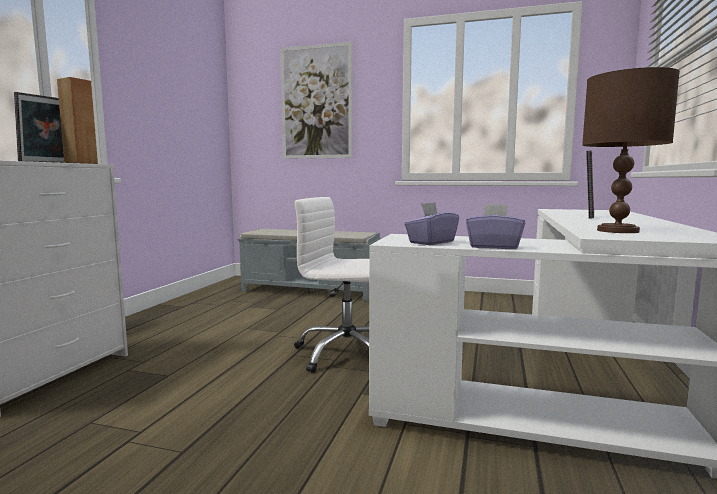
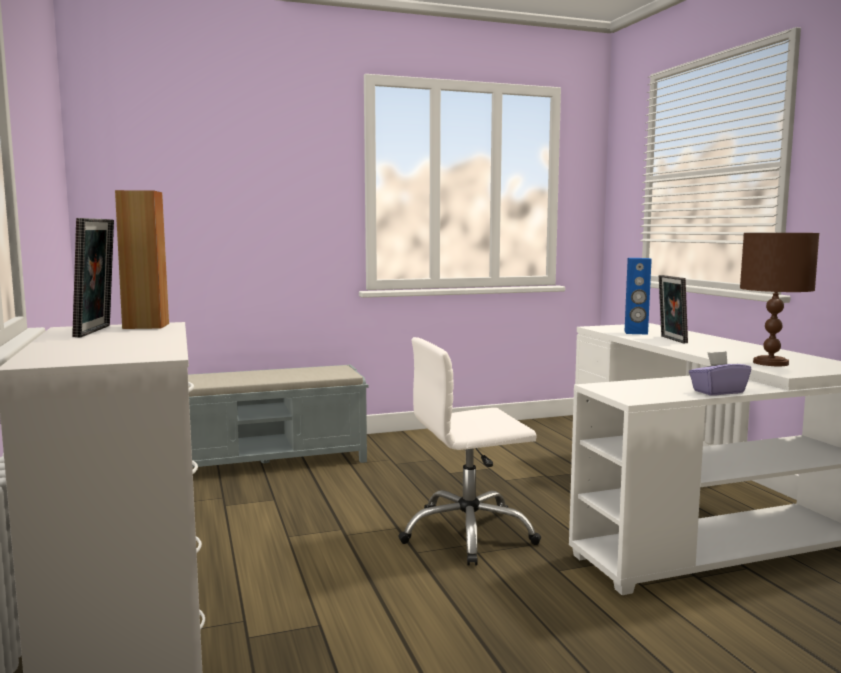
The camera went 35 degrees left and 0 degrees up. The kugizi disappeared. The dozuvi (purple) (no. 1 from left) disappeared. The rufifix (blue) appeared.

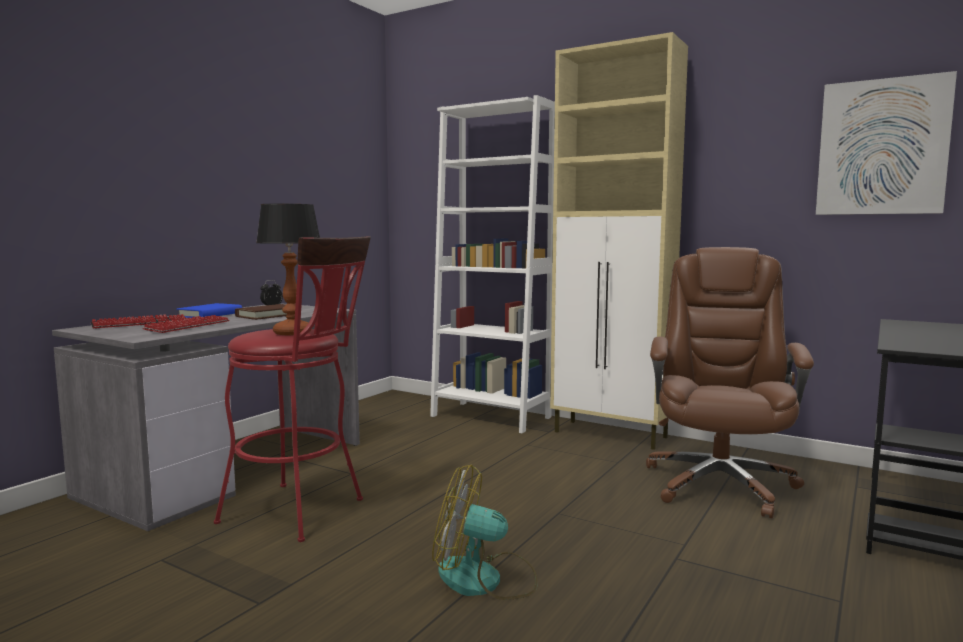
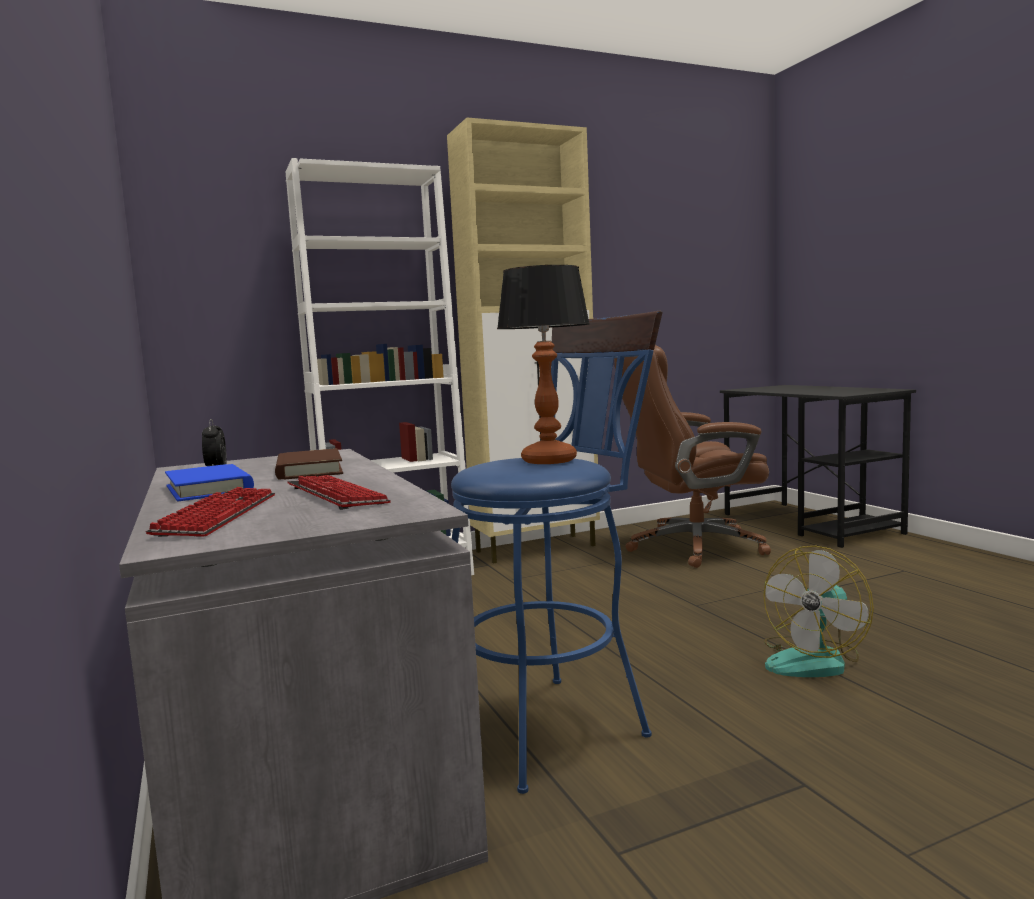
The camera went 55 degrees left and 0 degrees up. The kugizi disappeared. The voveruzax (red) became the voveruzax (blue). The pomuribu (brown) turned 60 degrees counterclockwise.

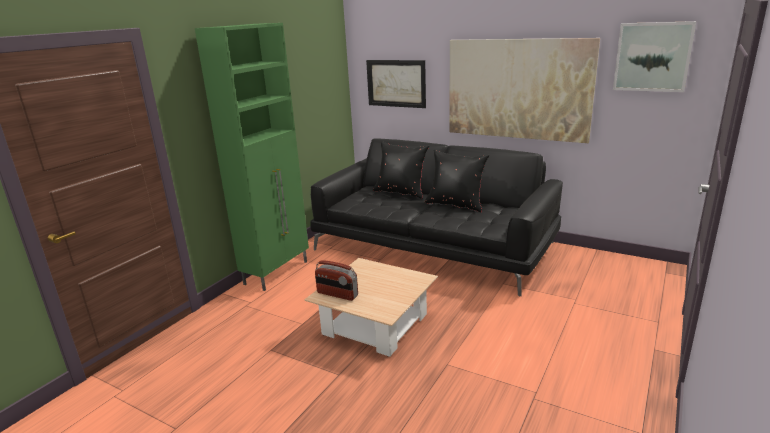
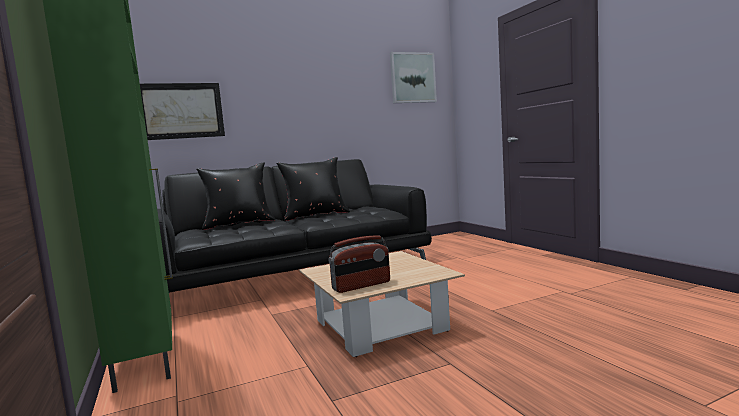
The camera went 55 degrees left and 15 degrees down. The kugizi (no. 2 from left) disappeared.

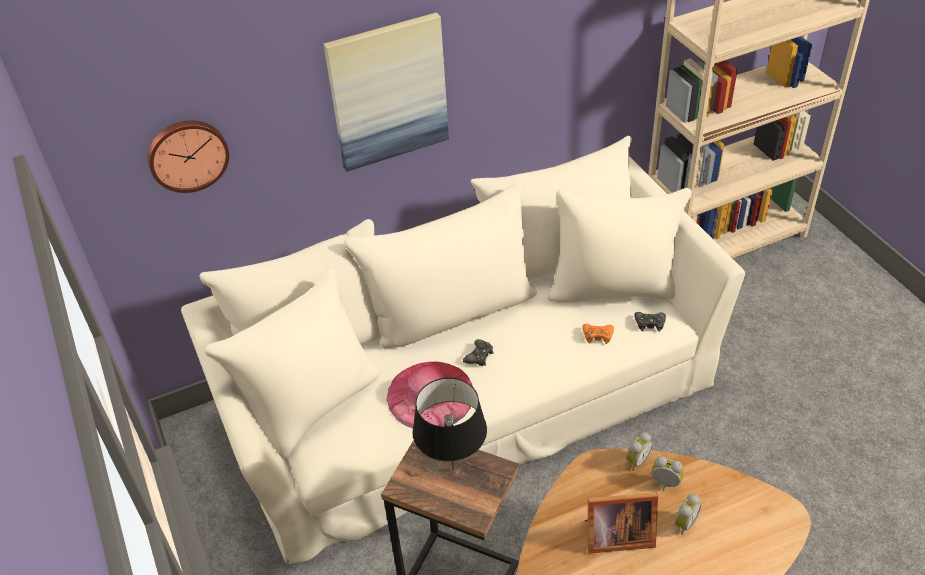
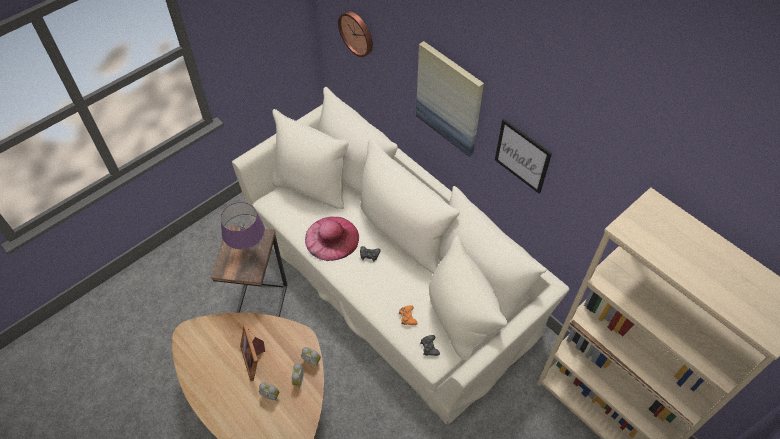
The camera went 70 degrees right and 10 degrees up. The kugizi (no. 2 from left) appeared. The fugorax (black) became the fugorax (purple).

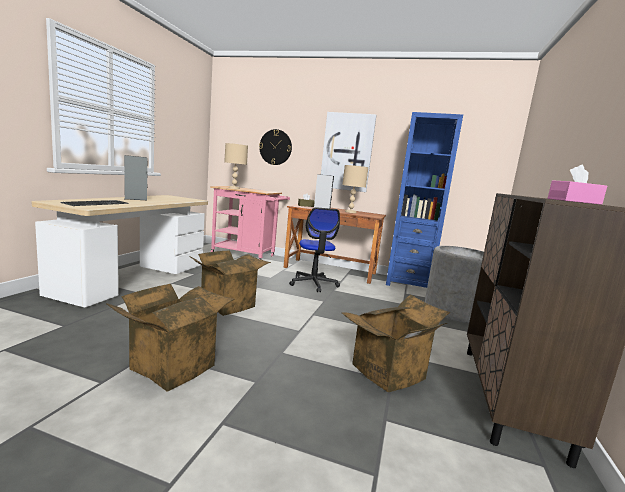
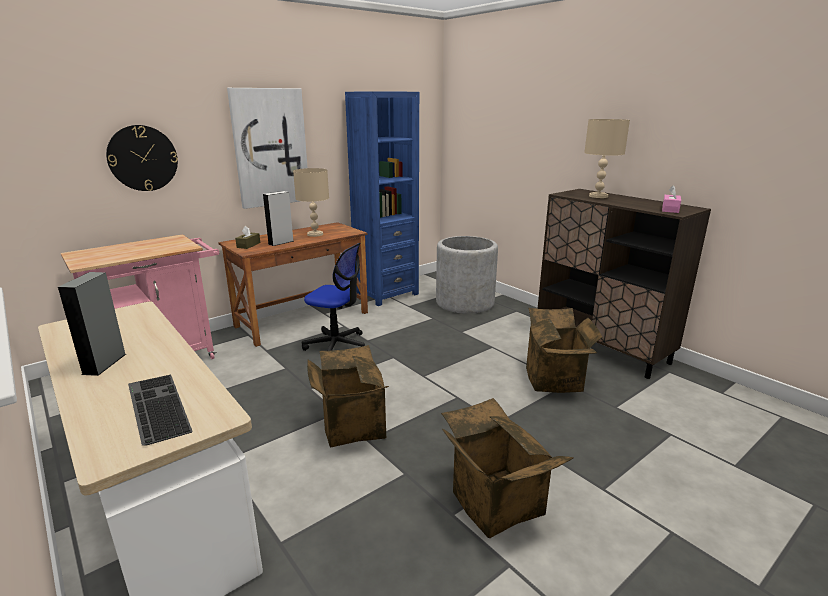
The camera went 55 degrees left and 10 degrees up. The fugorax (beige) (no. 1 from left in the first image) moved.

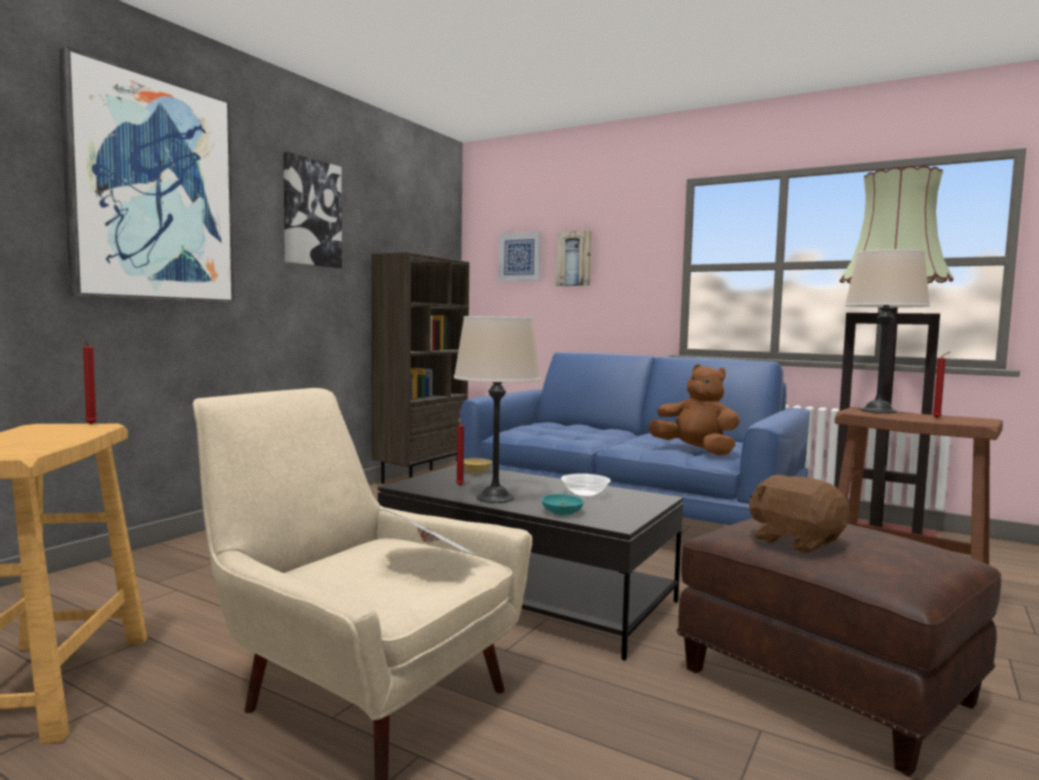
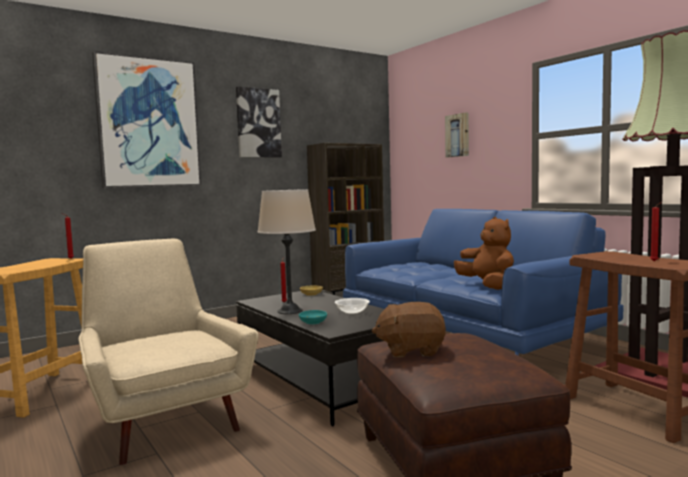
The camera went 25 degrees right and 0 degrees up. The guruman disappeared. The kugizi (no. 3 from left) disappeared. The fugorax (beige) (no. 2 from left) disappeared. The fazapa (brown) (no. 2 from left in the first image) turned 75 degrees counterclockwise.

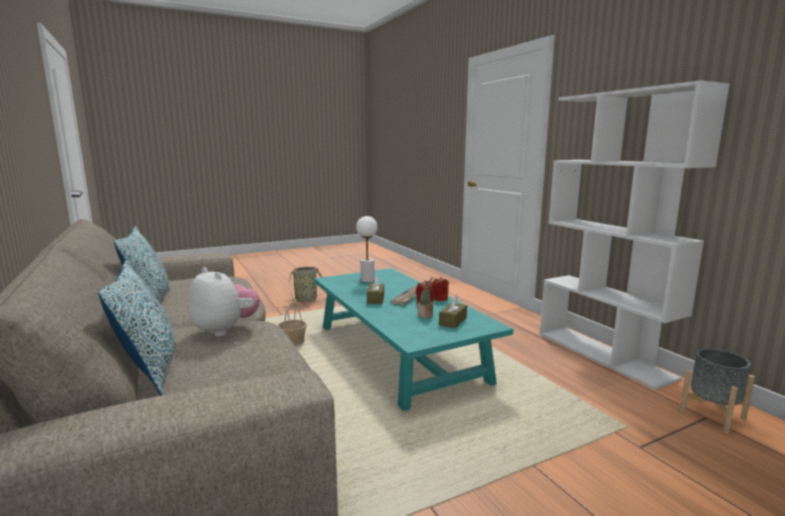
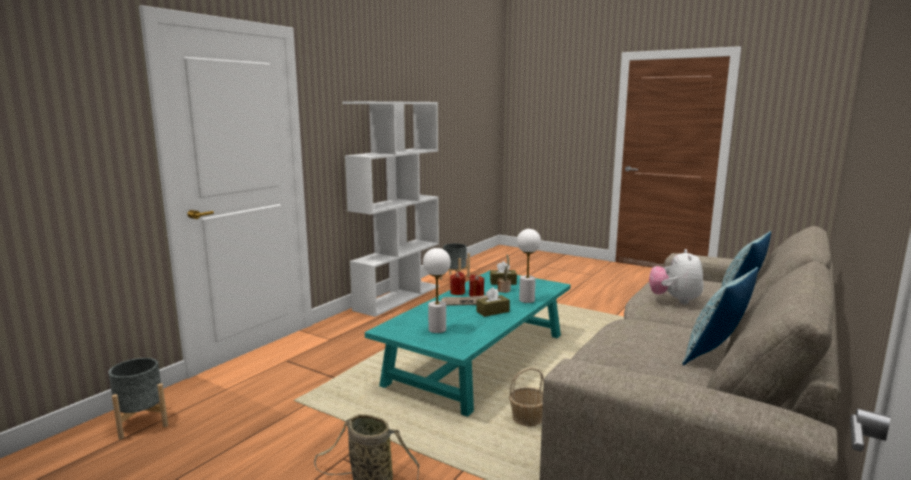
The camera went 120 degrees left and 0 degrees up. The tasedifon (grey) (no. 1 from left) appeared. The fugorax (white) (no. 2 from left) appeared.

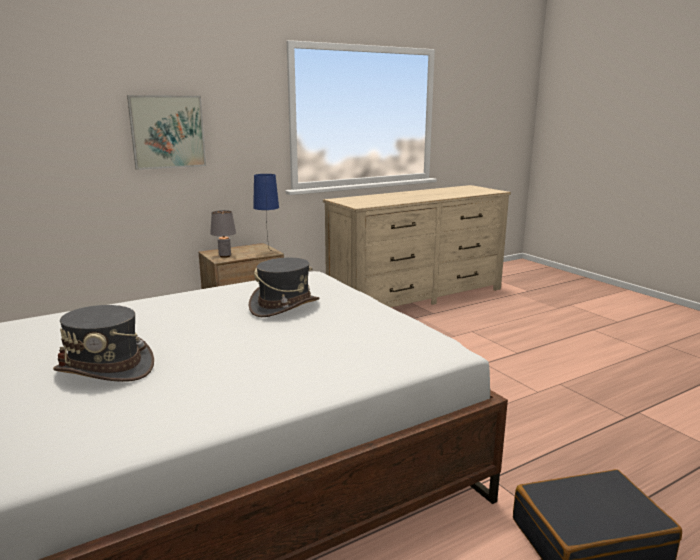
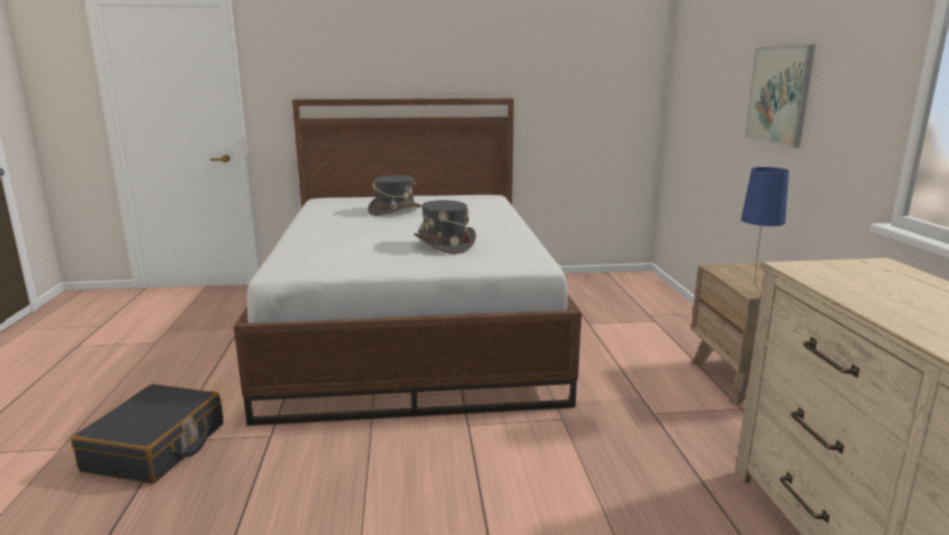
The camera went 115 degrees right and 0 degrees up. The fugorax (grey) disappeared.

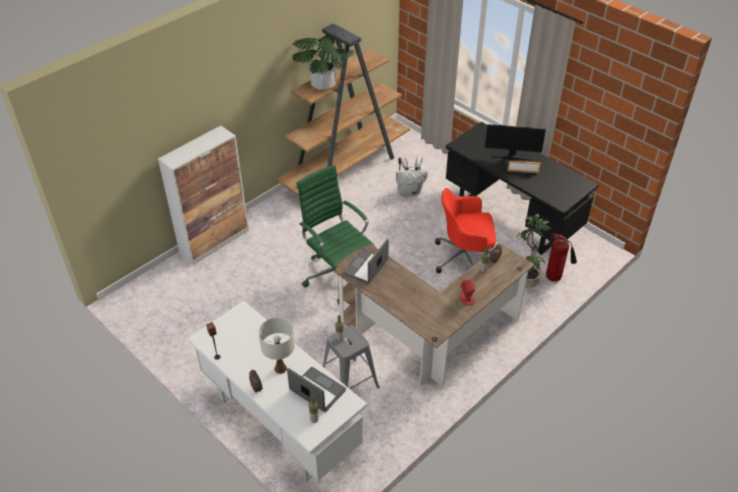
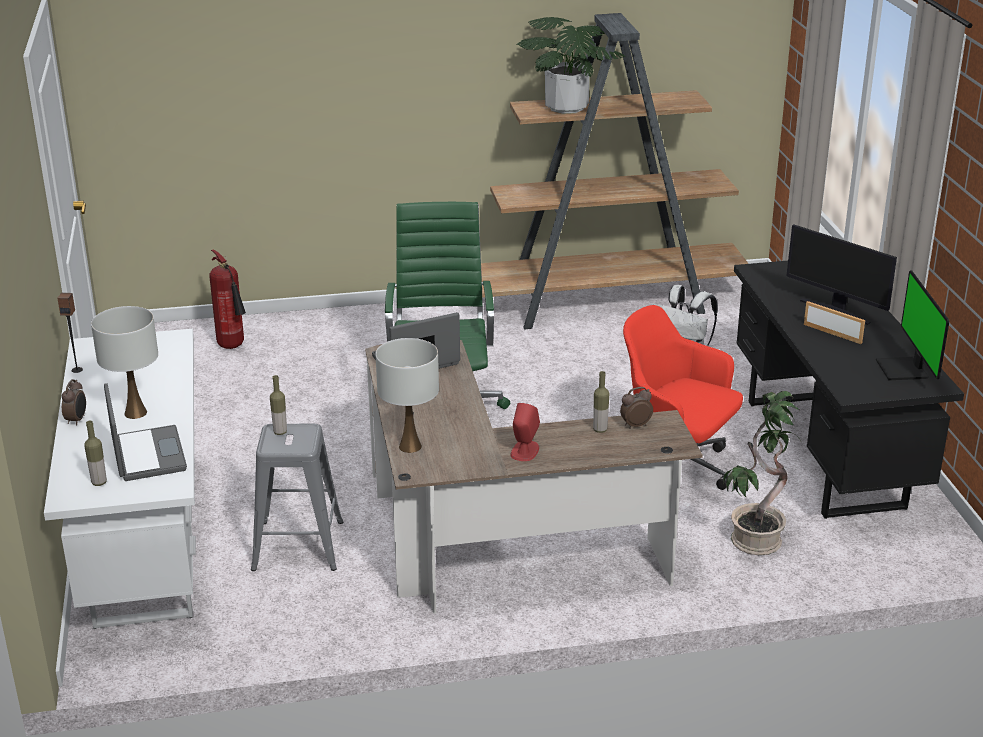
The camera went 35 degrees right and 15 degrees down. The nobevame disappeared. The fugorax (white) (no. 2 from left) appeared. The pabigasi (no. 2 from left) appeared. The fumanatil moved.

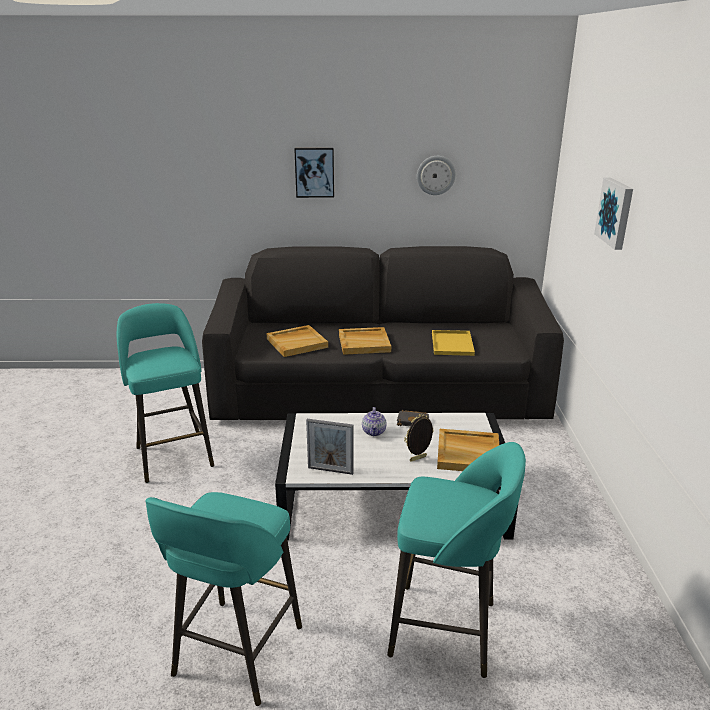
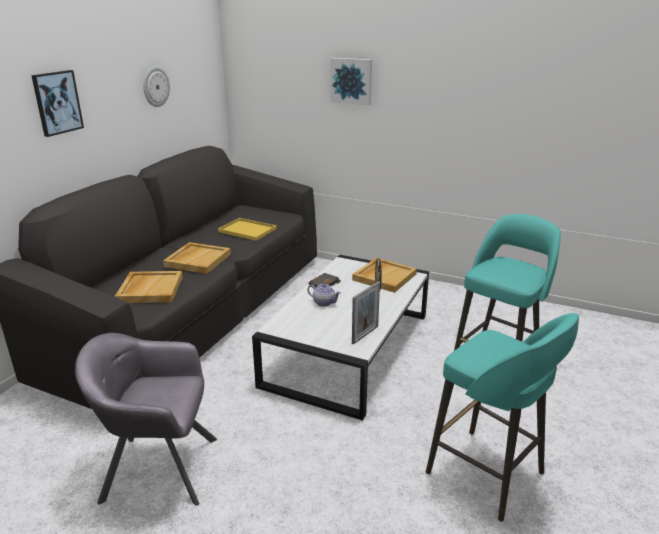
The camera went 65 degrees left and 0 degrees up. The voveruzax (turquoise) (no. 1 from left) was replaced by the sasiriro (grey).

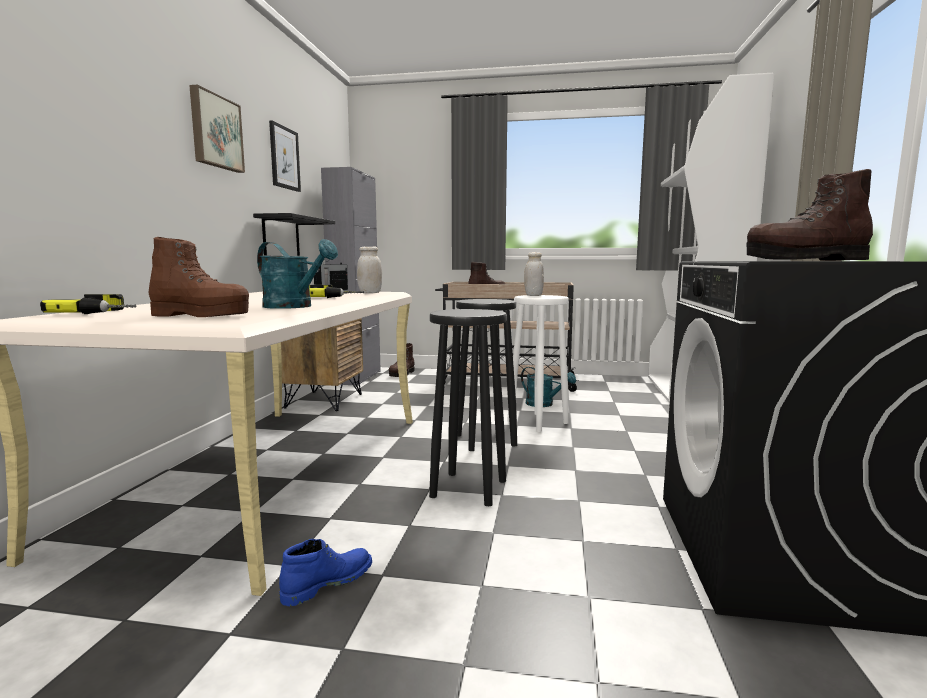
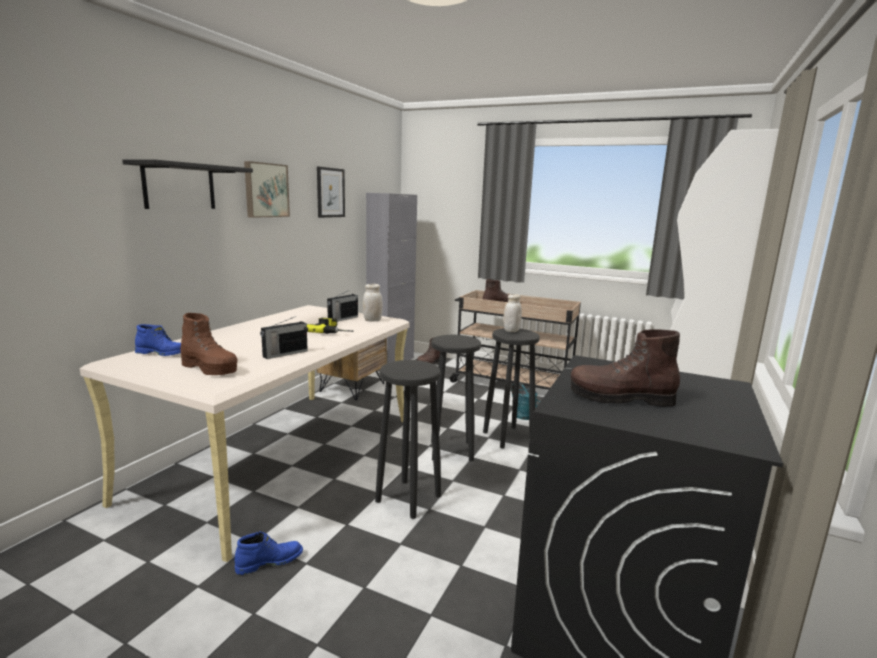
The camera went 15 degrees right and 5 degrees up. The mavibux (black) moved. The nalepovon (no. 1 from left) was replaced by the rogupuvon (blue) (no. 1 from left). The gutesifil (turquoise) (no. 1 from left) was replaced by the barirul (no. 1 from left). The voveruzax (white) became the voveruzax (black) (no. 3 from left).

